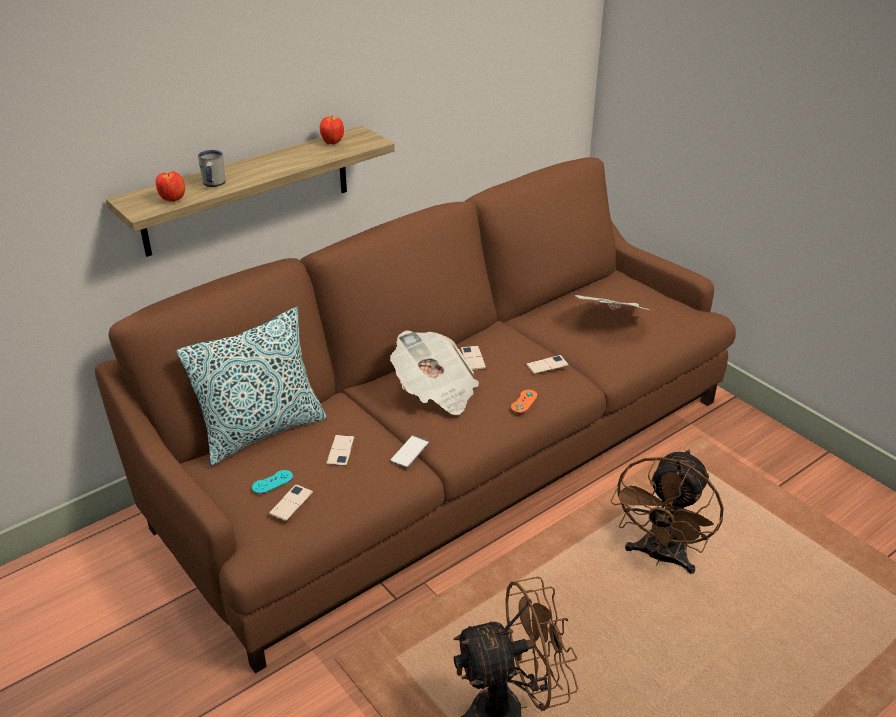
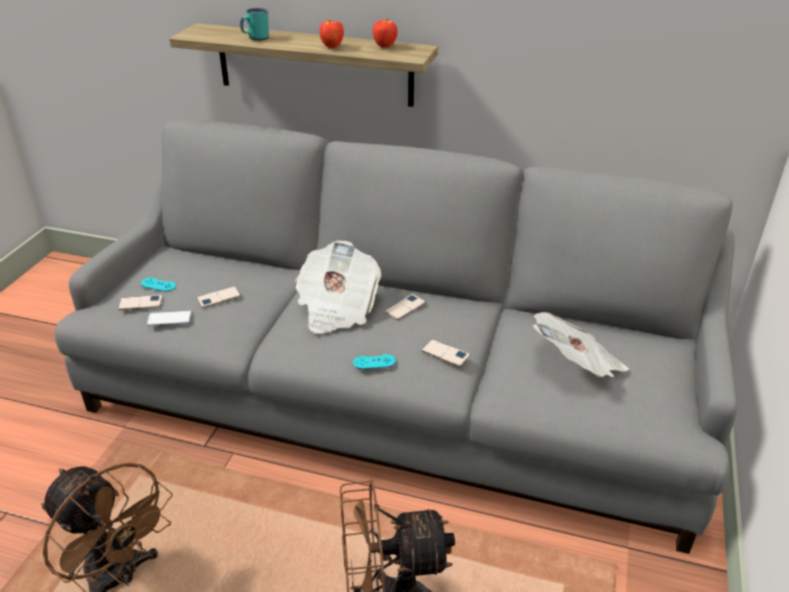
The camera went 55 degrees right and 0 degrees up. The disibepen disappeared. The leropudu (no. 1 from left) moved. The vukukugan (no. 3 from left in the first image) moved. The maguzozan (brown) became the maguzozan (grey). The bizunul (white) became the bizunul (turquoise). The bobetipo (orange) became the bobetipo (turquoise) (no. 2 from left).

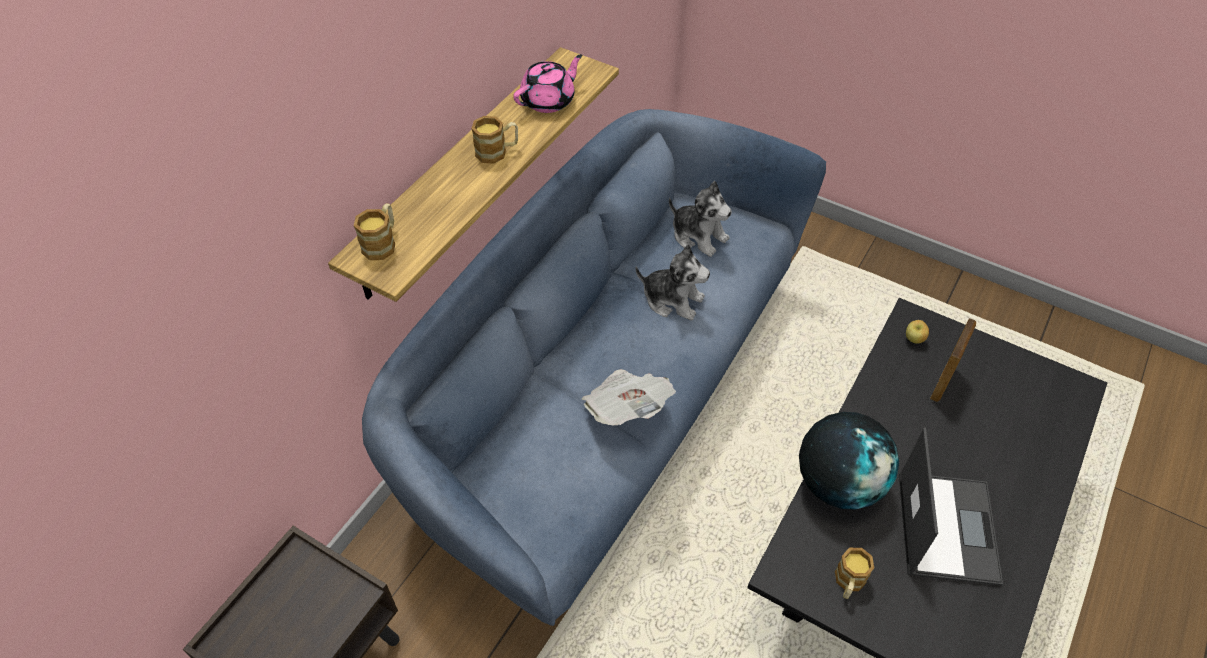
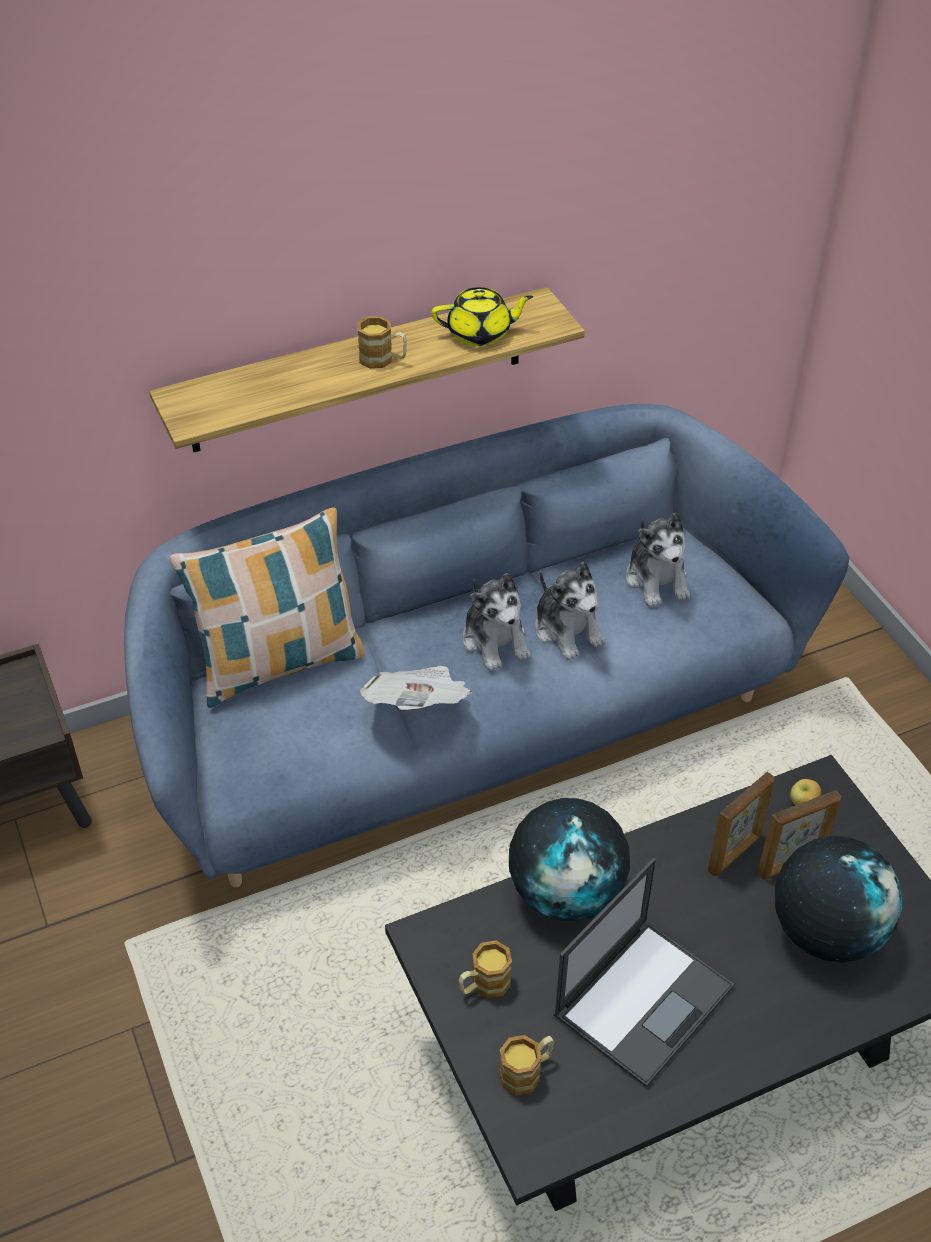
The camera went 35 degrees right and 5 degrees down. The disibepen appeared. The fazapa (no. 1 from left) appeared. The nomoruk (no. 1 from left) appeared. The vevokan (no. 2 from left) appeared. The bizunul (no. 1 from left in the first image) moved. The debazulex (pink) became the debazulex (yellow).

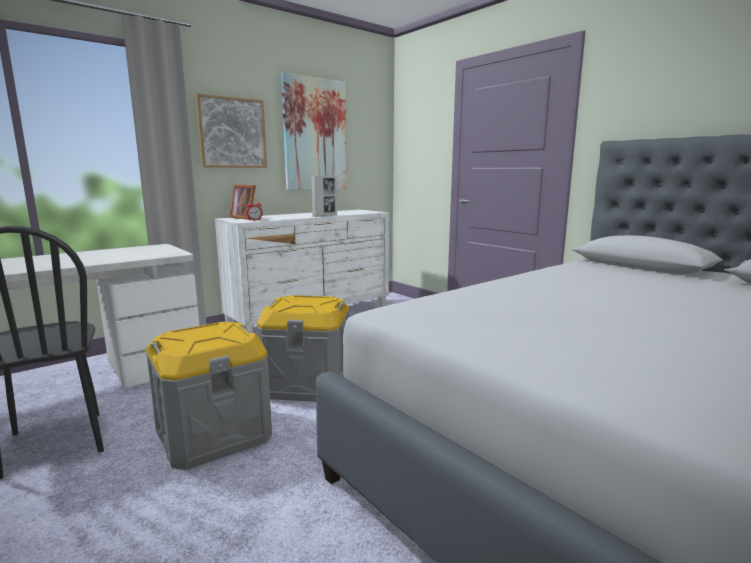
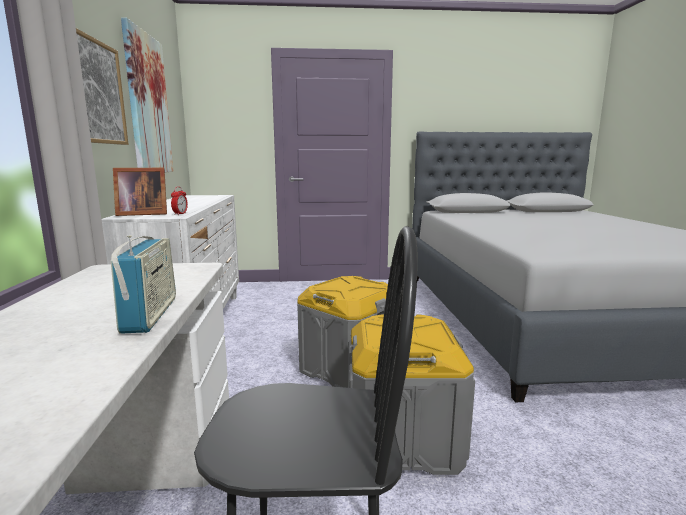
The camera went 55 degrees left and 0 degrees up. The nomoruk (no. 2 from left) disappeared. The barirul appeared.

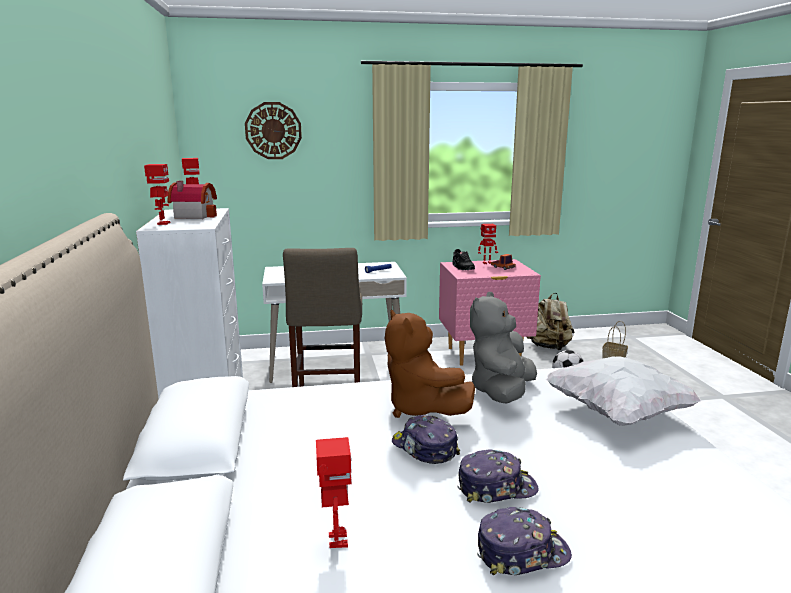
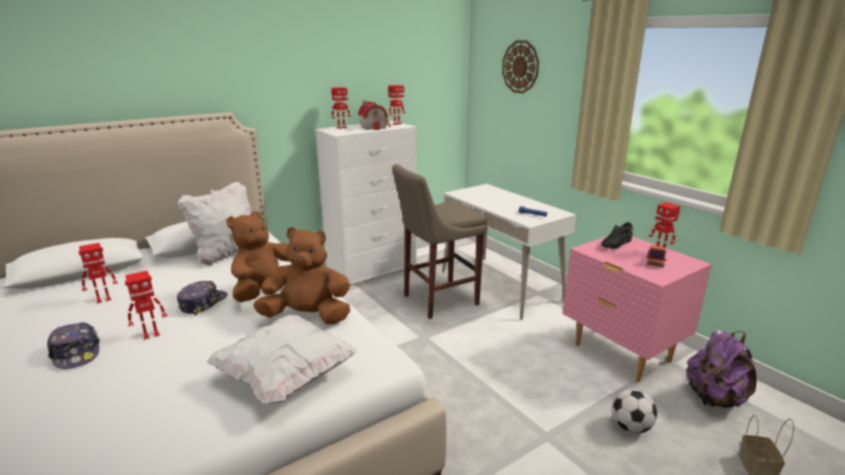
The camera went 65 degrees right and 5 degrees up. The disibepen (white) (no. 1 from left) appeared. The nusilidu (no. 2 from left) was replaced by the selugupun (no. 2 from left). The fazapa (grey) became the fazapa (brown) (no. 2 from left). The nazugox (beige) became the nazugox (purple).

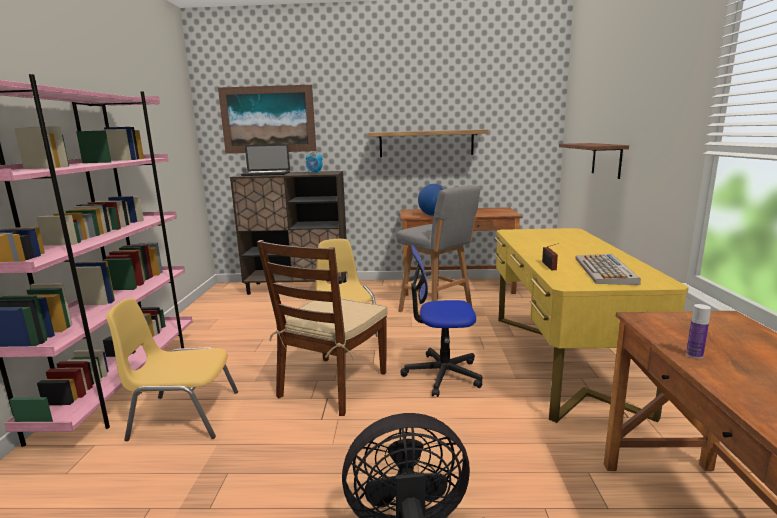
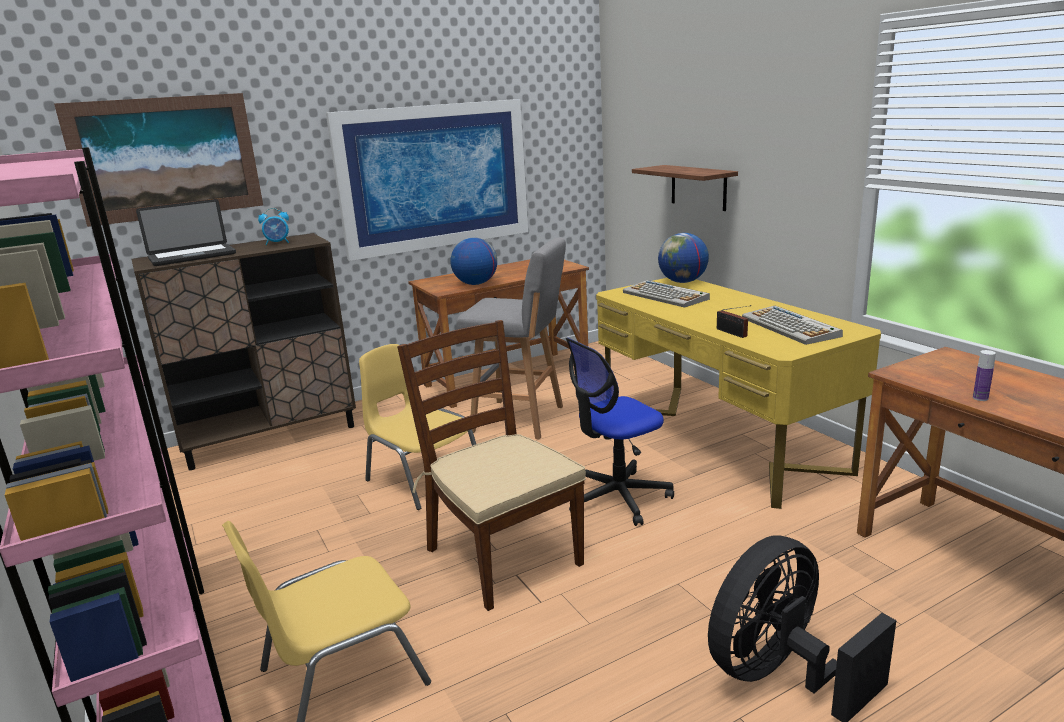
The camera went 30 degrees left and 5 degrees up. The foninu (no. 1 from left) appeared. The vevokan (no. 2 from left) appeared. The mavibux (no. 1 from left) was replaced by the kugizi (no. 2 from left). The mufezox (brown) turned 150 degrees clockwise.

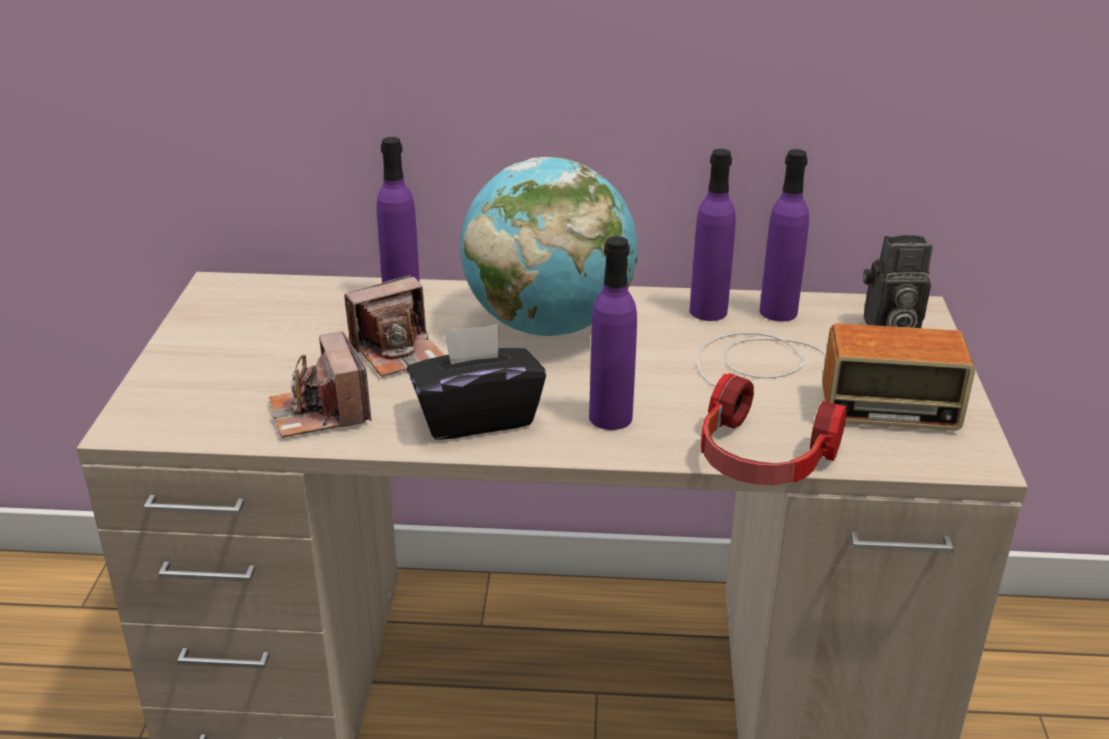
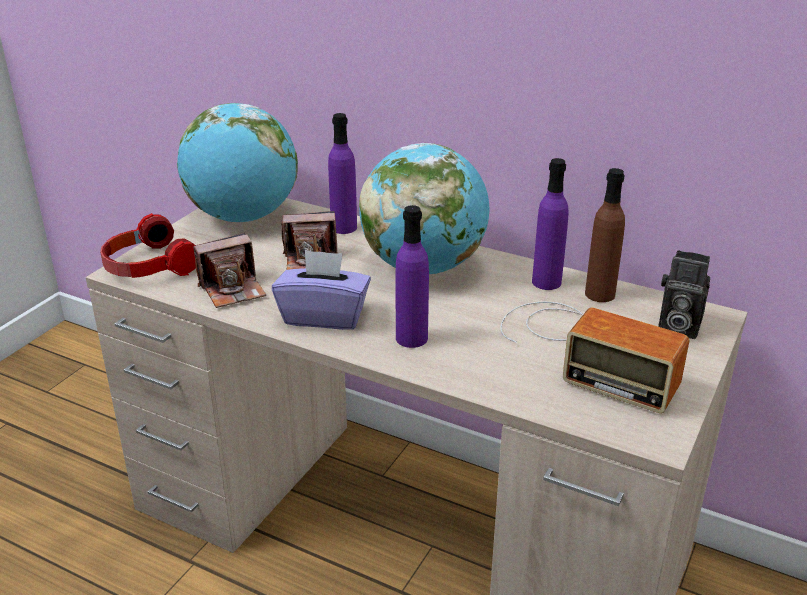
The camera went 25 degrees right and 0 degrees up. The vevokan (no. 1 from left) appeared. The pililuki moved. The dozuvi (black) became the dozuvi (purple). The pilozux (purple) (no. 4 from left) became the pilozux (brown). The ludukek (no. 1 from left) turned 120 degrees counterclockwise.

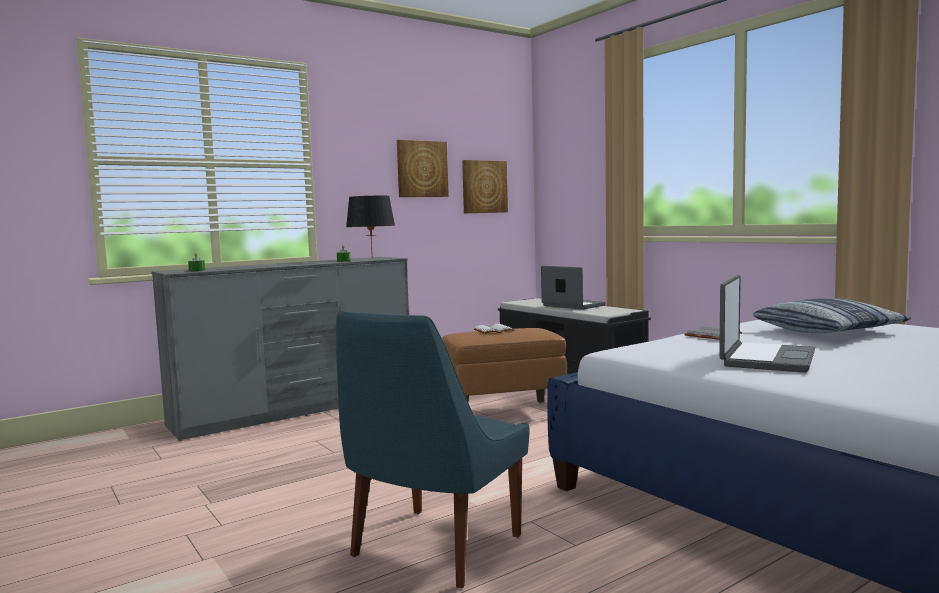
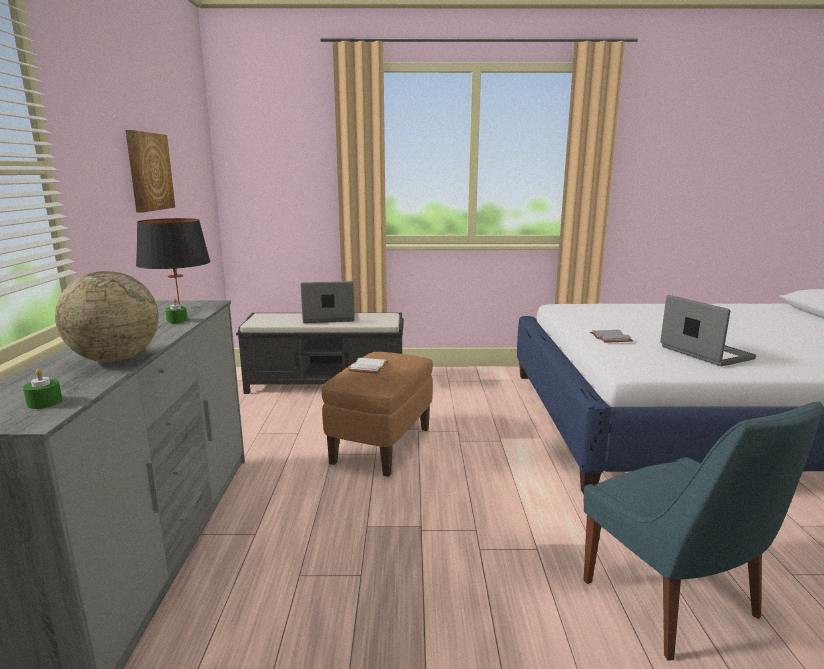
The camera went 55 degrees left and 10 degrees up. The kugizi (no. 2 from left) disappeared. The disibepen disappeared. The vevokan appeared.

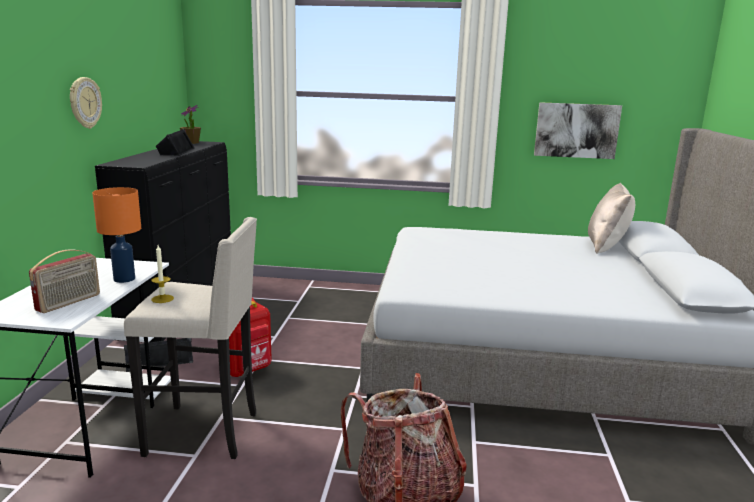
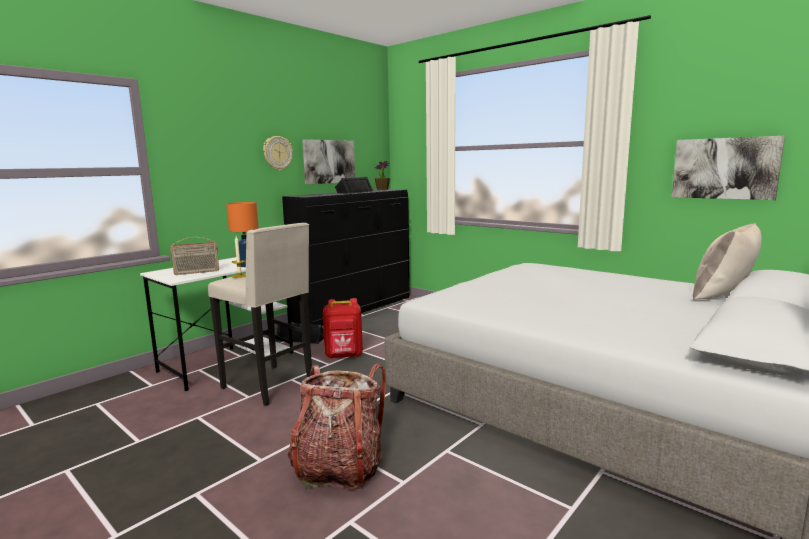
The camera went 35 degrees right and 5 degrees down. The kugizi (no. 1 from left) appeared.

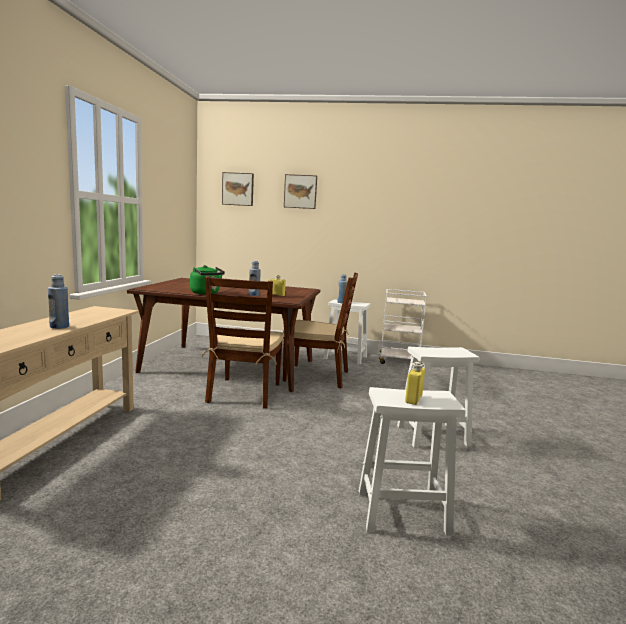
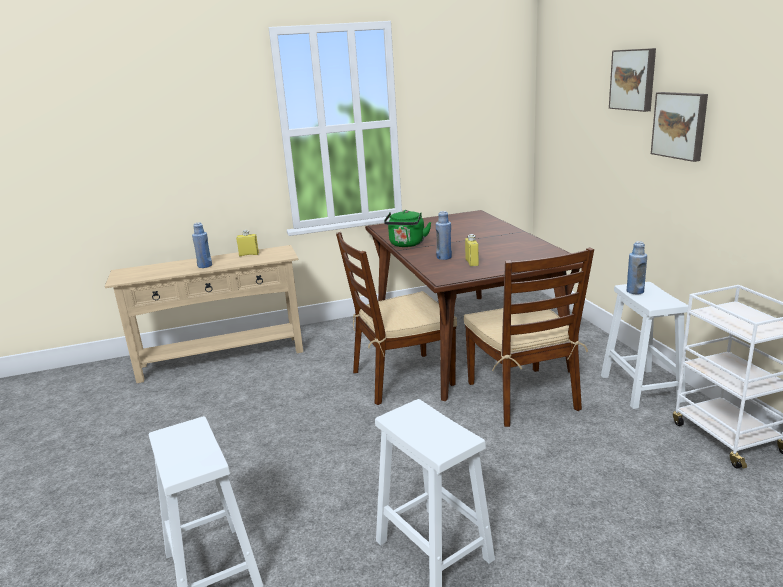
The camera went 65 degrees right and 10 degrees up. The kugizi (no. 1 from left in the first image) moved. The pilozux (yellow) (no. 2 from left in the first image) moved.

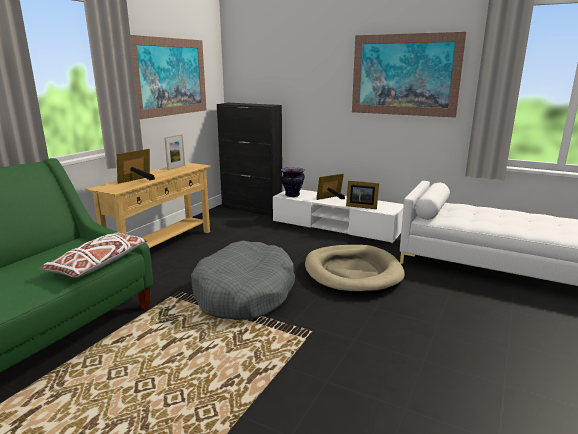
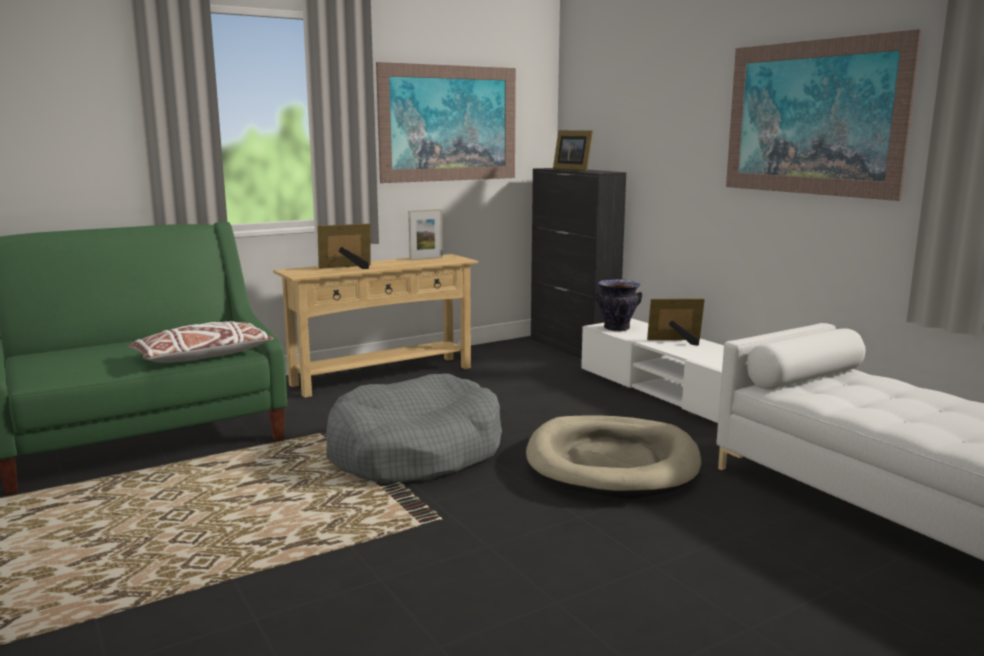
The camera went 30 degrees right and 5 degrees down. The nomoruk (no. 4 from left in the first image) moved.

